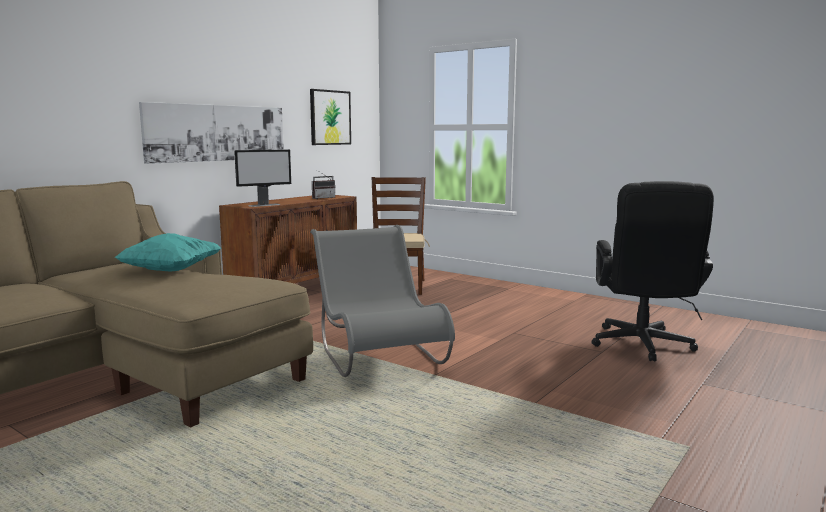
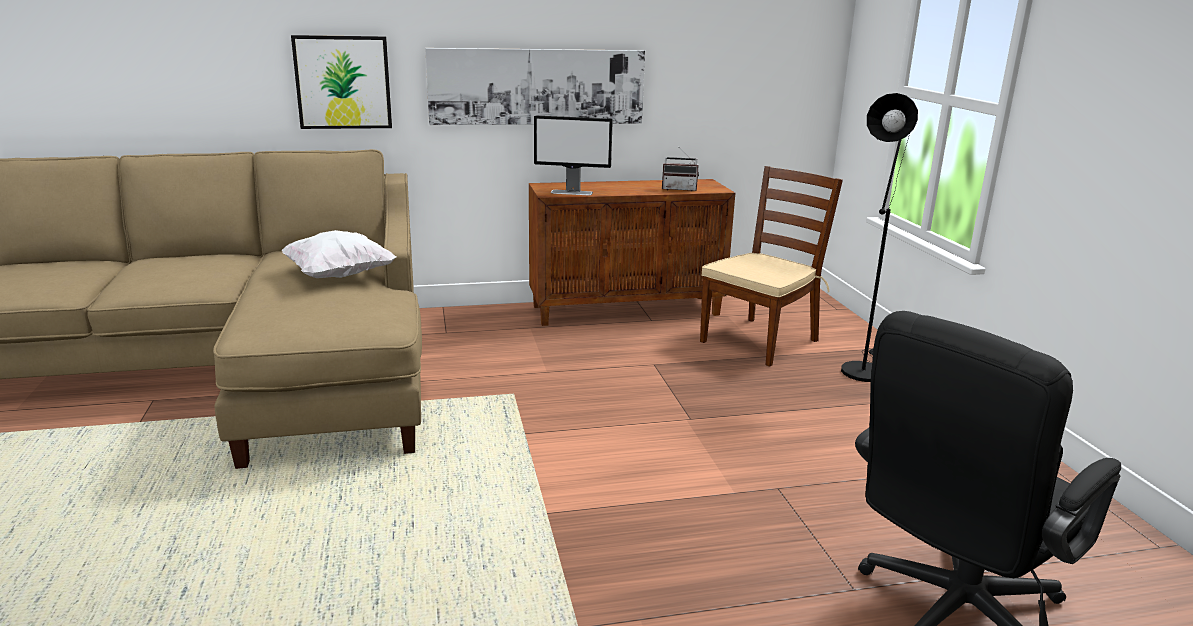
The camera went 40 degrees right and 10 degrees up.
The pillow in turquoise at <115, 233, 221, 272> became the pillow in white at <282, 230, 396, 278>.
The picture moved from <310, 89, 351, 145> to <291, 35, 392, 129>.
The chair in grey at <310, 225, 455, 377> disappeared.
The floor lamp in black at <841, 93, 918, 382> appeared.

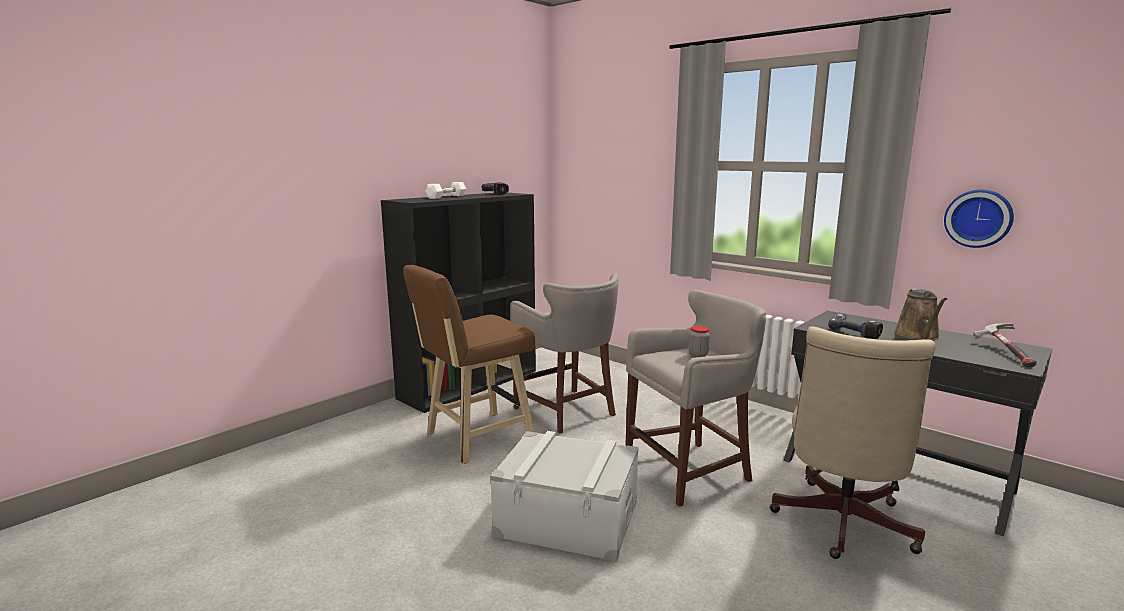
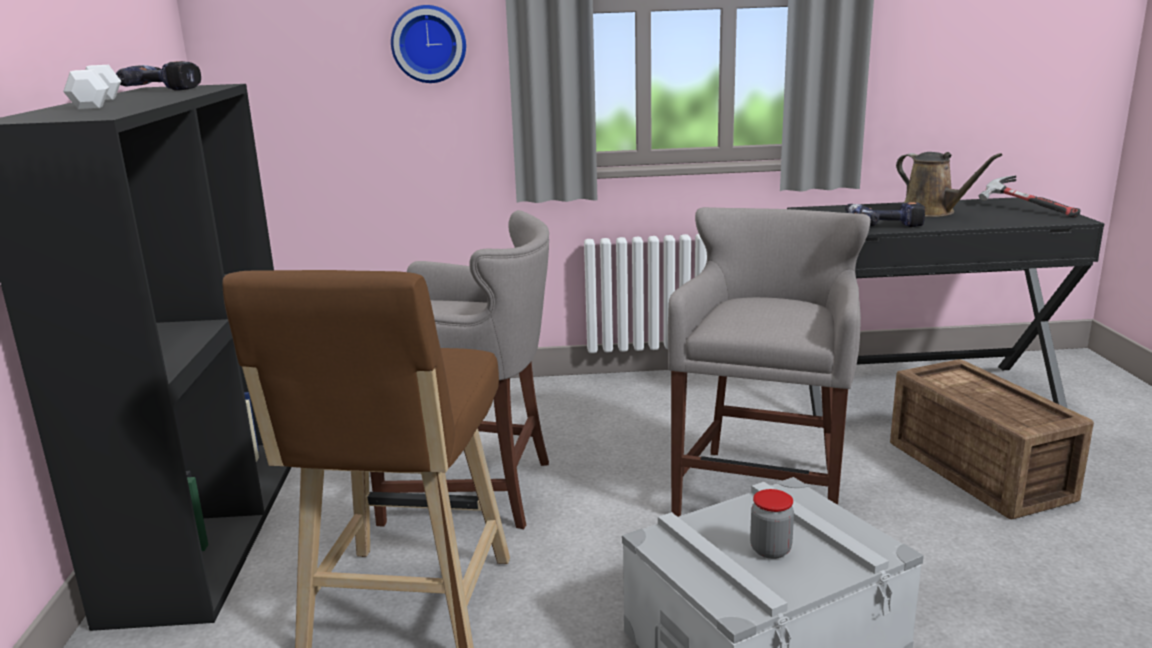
The camera went 45 degrees left and 5 degrees up.
The jar moved from <689, 326, 710, 357> to <750, 489, 794, 559>.
The office chair in beige at <770, 326, 936, 559> was replaced by the crate at <890, 359, 1094, 519>.
The wall clock moved from <944, 190, 1014, 248> to <391, 5, 466, 83>.

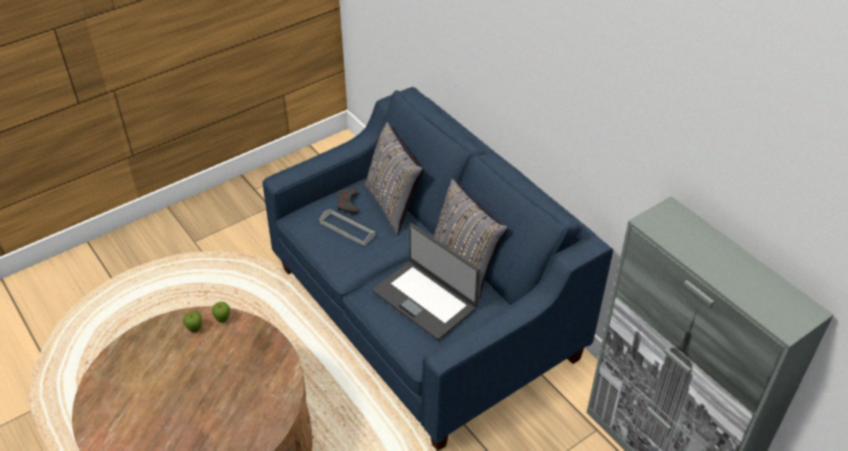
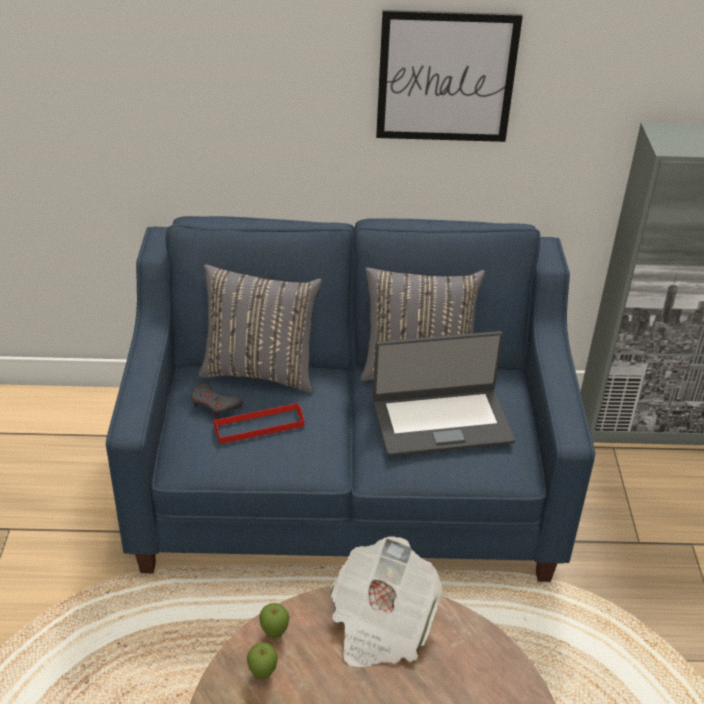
The camera went 55 degrees left and 5 degrees down.
The tray in grey at <319, 209, 376, 246> became the tray in red at <213, 403, 304, 444>.
The newspaper at <330, 536, 443, 667> appeared.
The picture at <376, 10, 523, 142> appeared.

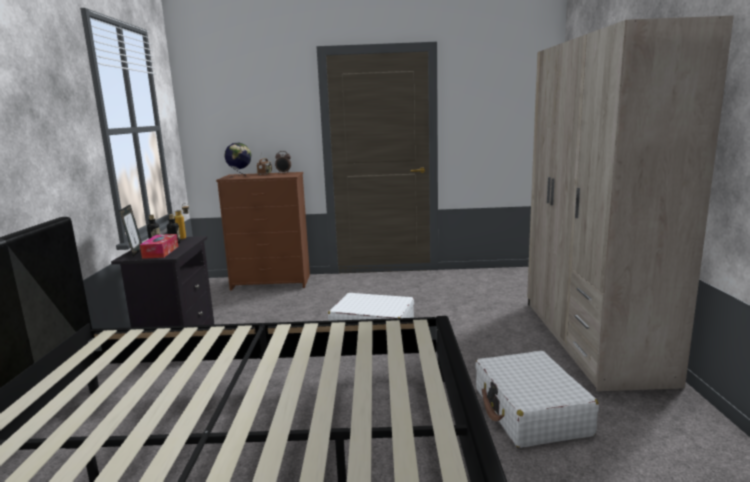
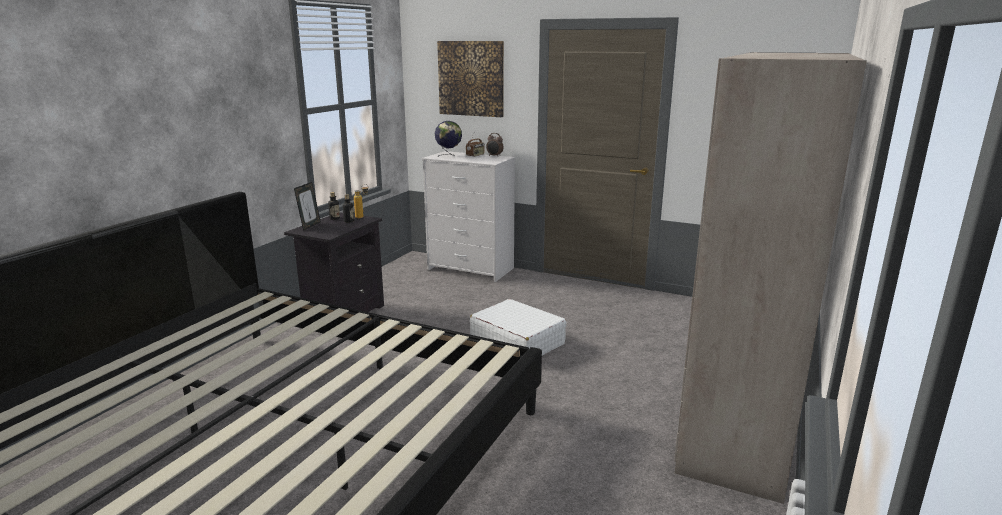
The camera went 25 degrees right and 5 degrees up.
The tissue box at <140, 234, 178, 259> disappeared.
The dresser in brown at <216, 172, 310, 291> became the dresser in white at <422, 151, 515, 282>.
The suitcase in white at <475, 351, 599, 448> disappeared.
The picture at <437, 41, 504, 117> appeared.

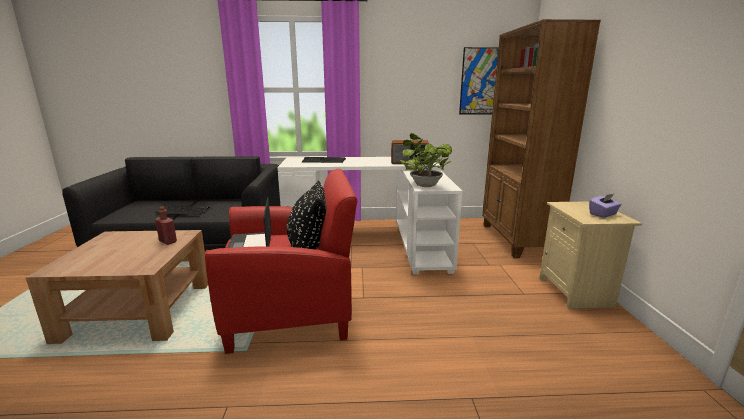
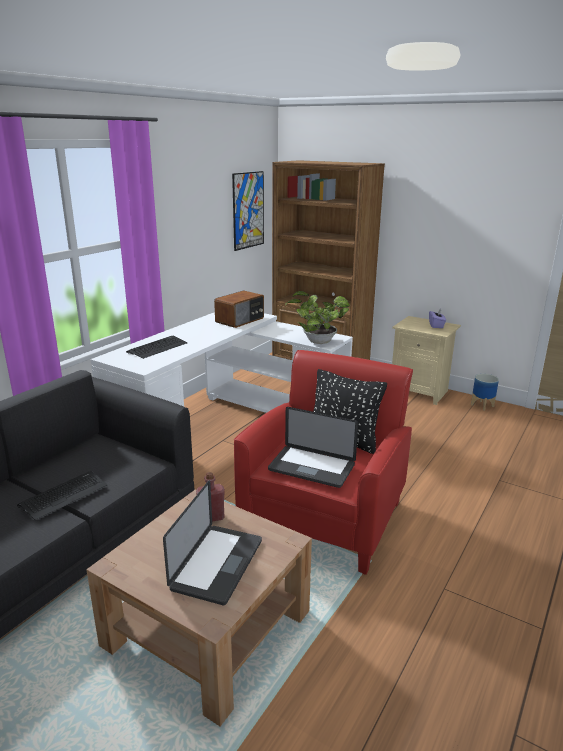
The camera went 55 degrees left and 5 degrees up.
The laptop at <163, 480, 262, 605> appeared.
The planter at <471, 374, 499, 411> appeared.

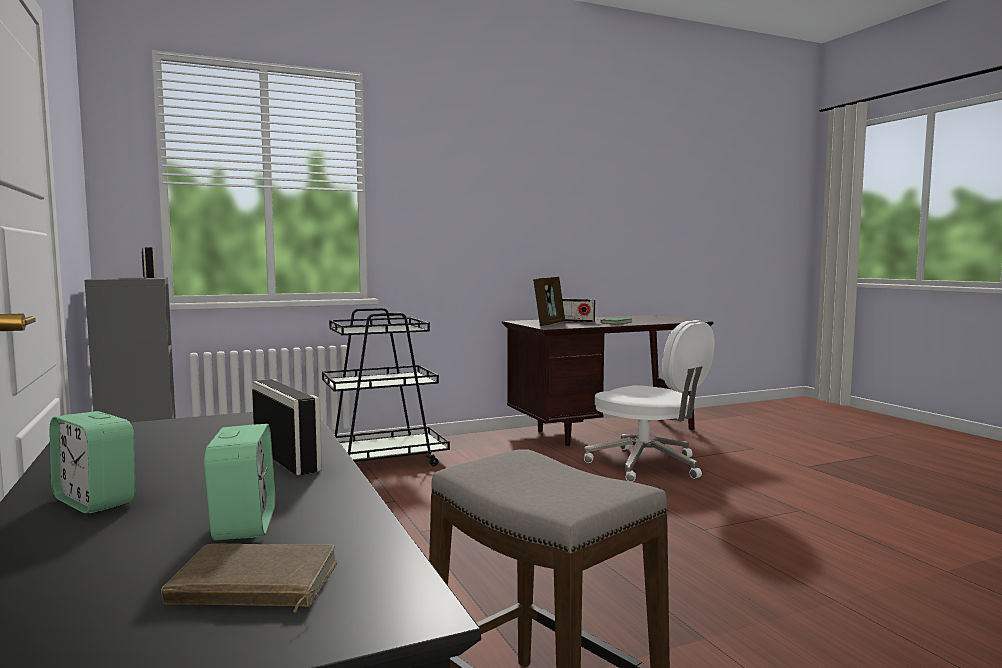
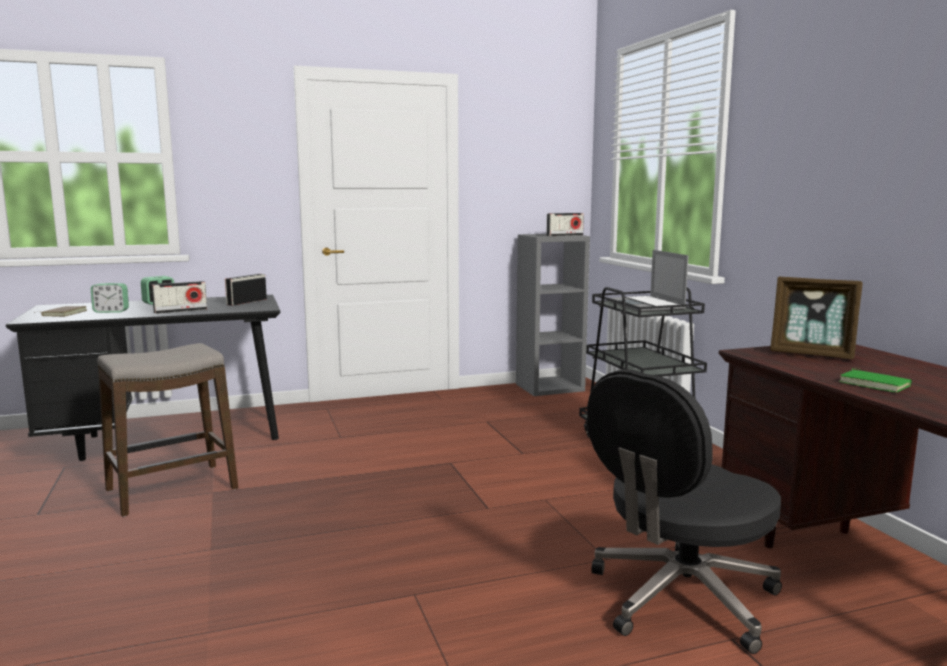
The camera went 95 degrees right and 5 degrees up.
The radio moved from <562, 299, 595, 323> to <225, 274, 267, 306>.
The office chair in white at <584, 320, 715, 482> became the office chair in black at <587, 369, 782, 654>.
The laptop at <610, 250, 688, 312> appeared.

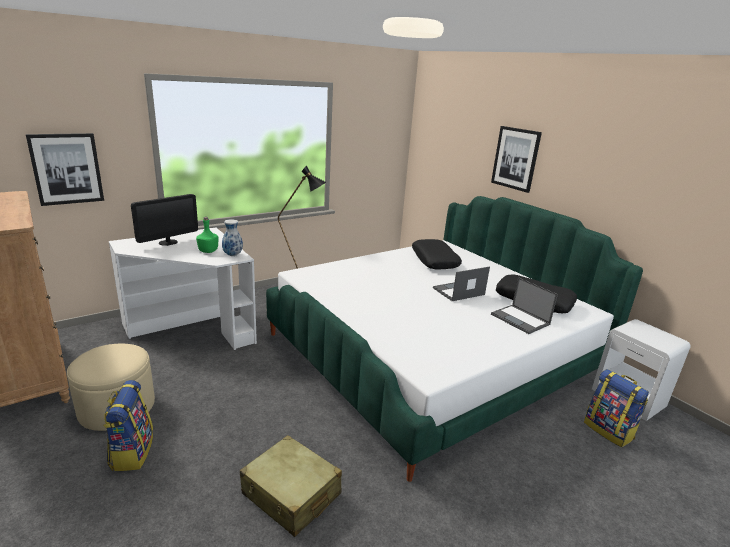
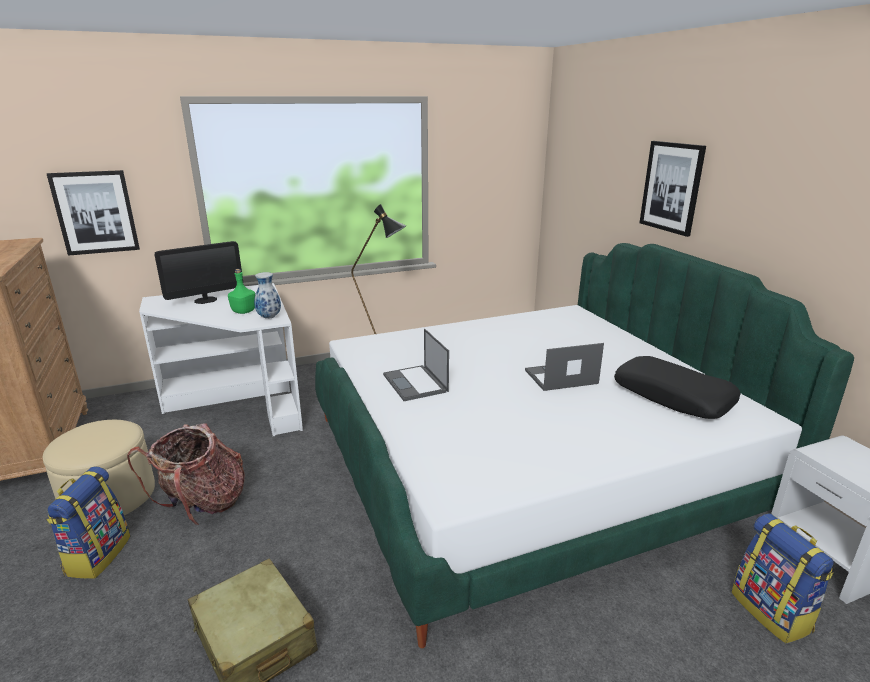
The camera went 15 degrees right and 0 degrees up.
The pillow in black at <412, 239, 462, 270> disappeared.
The laptop moved from <491, 277, 558, 334> to <383, 329, 449, 401>.
The backpack at <127, 423, 244, 525> appeared.

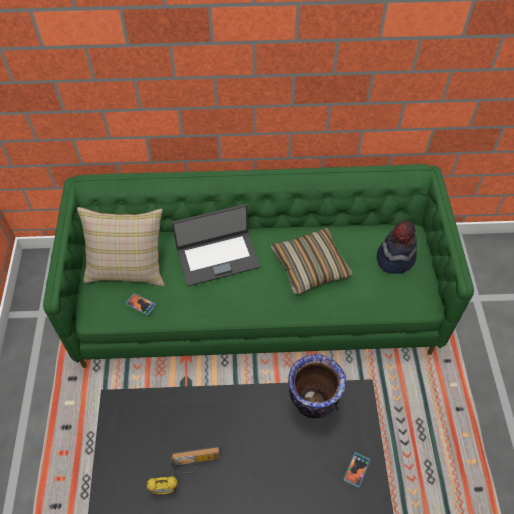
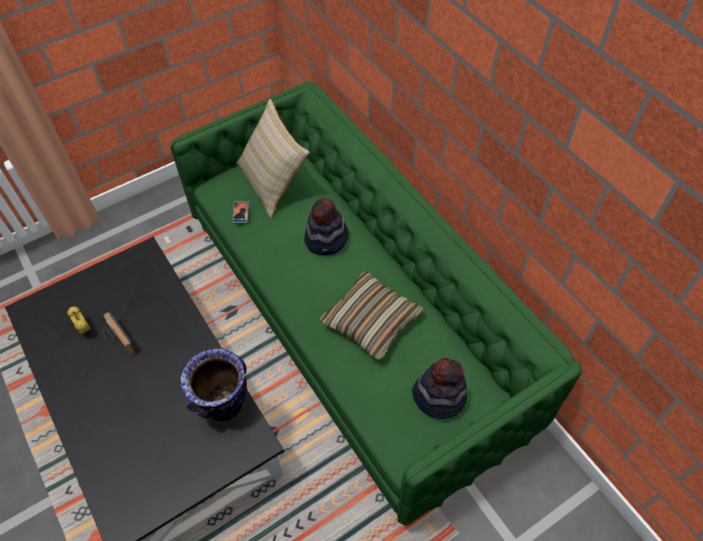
The camera went 60 degrees right and 0 degrees up.
The laptop at <172, 204, 260, 286> was replaced by the hat at <304, 198, 348, 255>.
The phone at <344, 452, 370, 488> disappeared.

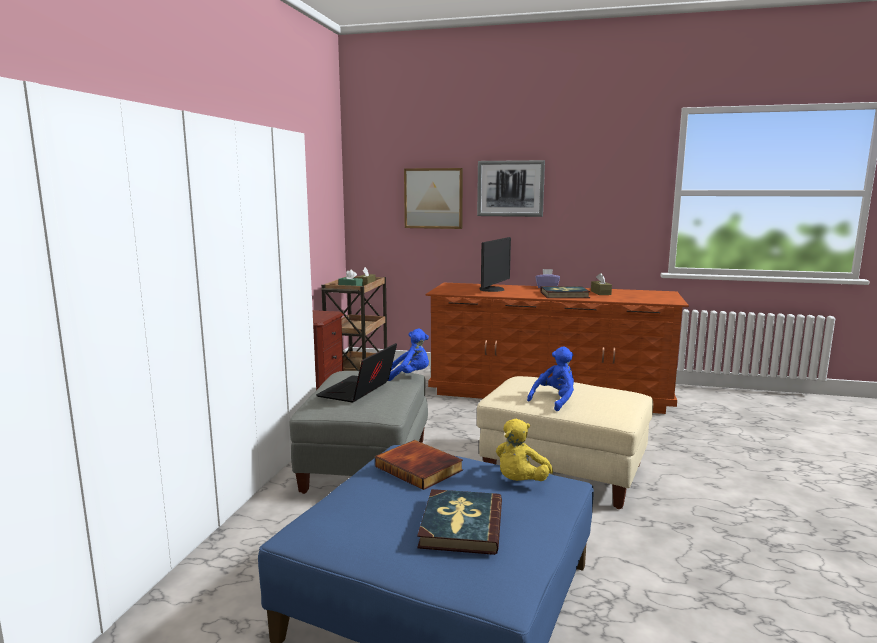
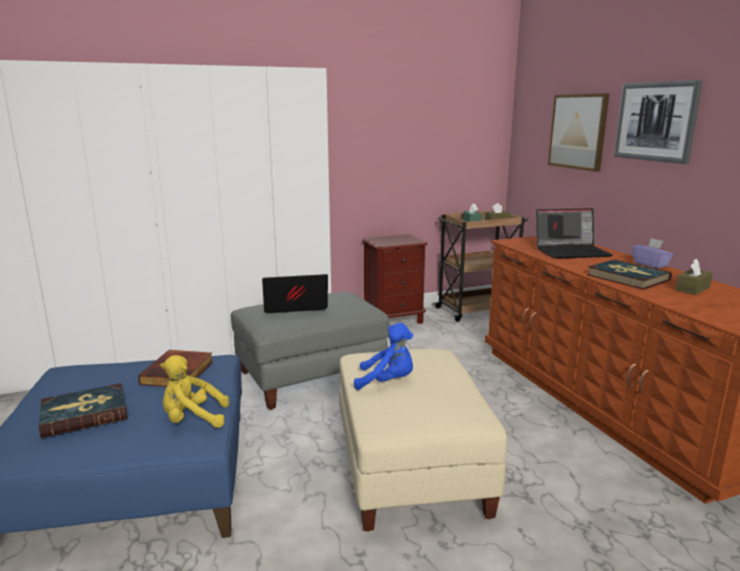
The camera went 55 degrees right and 5 degrees up.
The plush toy in blue at <388, 329, 429, 381> disappeared.
The monitor at <480, 237, 511, 292> was replaced by the laptop at <536, 208, 613, 259>.

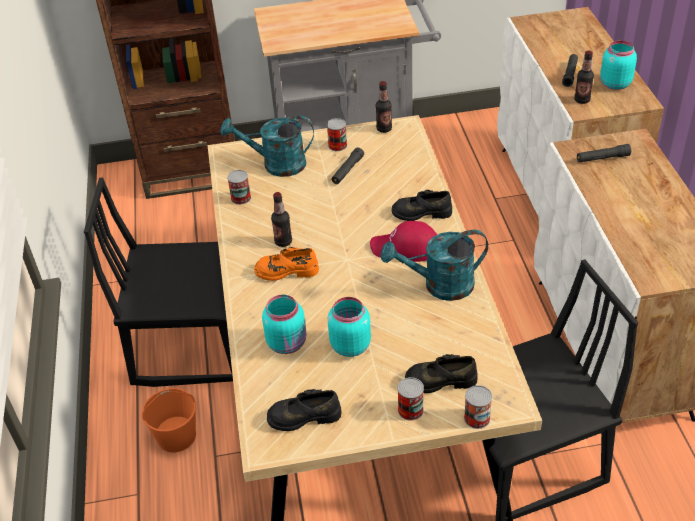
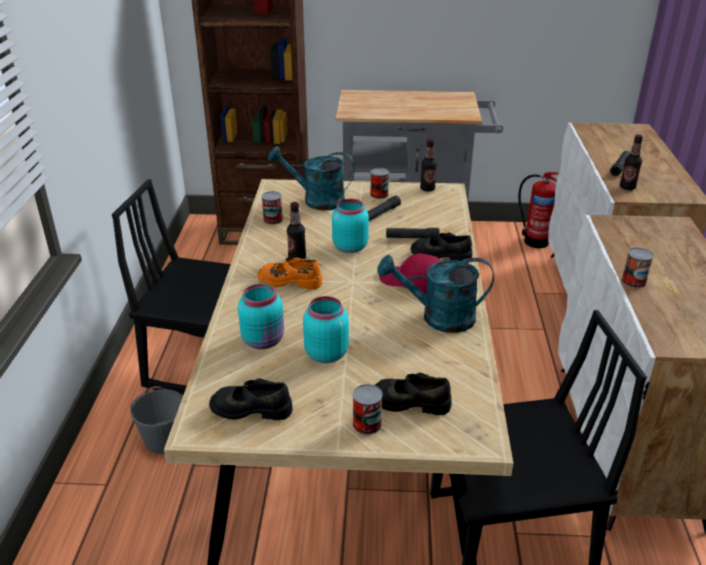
The camera went 10 degrees right and 10 degrees down.
The bucket in orange at <142, 388, 196, 452> became the bucket in grey at <130, 386, 183, 454>.
The can moved from <464, 385, 492, 429> to <622, 247, 654, 288>.
The flashlight in black moved from <577, 144, 631, 163> to <386, 228, 439, 238>.
The jar in turquoise moved from <600, 40, 637, 90> to <332, 199, 369, 253>.
The fire extinguisher at <518, 172, 559, 248> appeared.

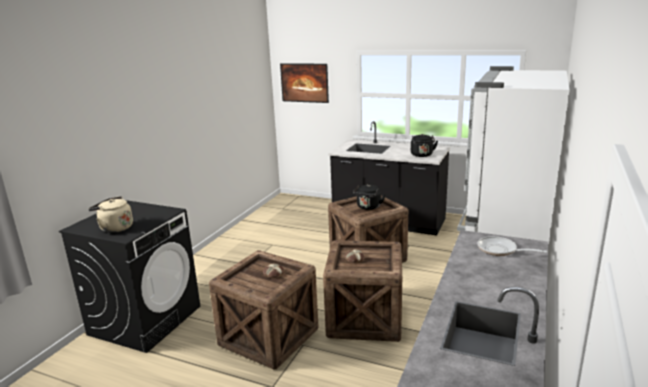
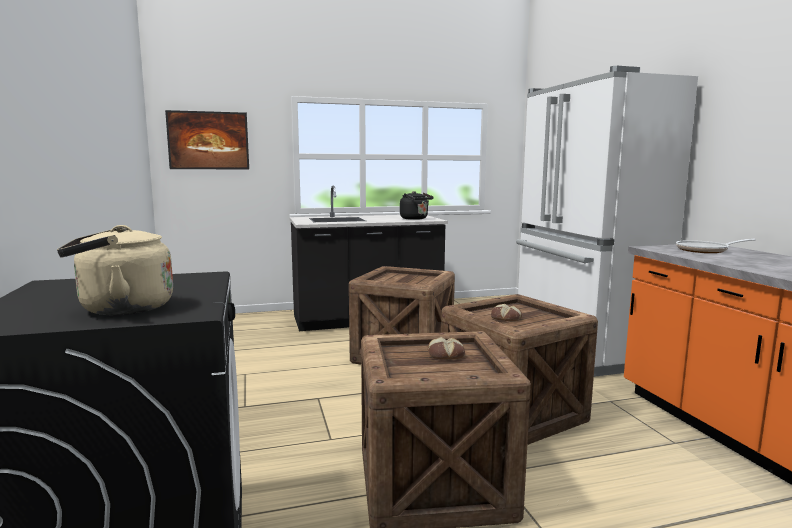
The camera went 40 degrees left and 10 degrees down.
The kettle in black at <353, 184, 385, 210> disappeared.

